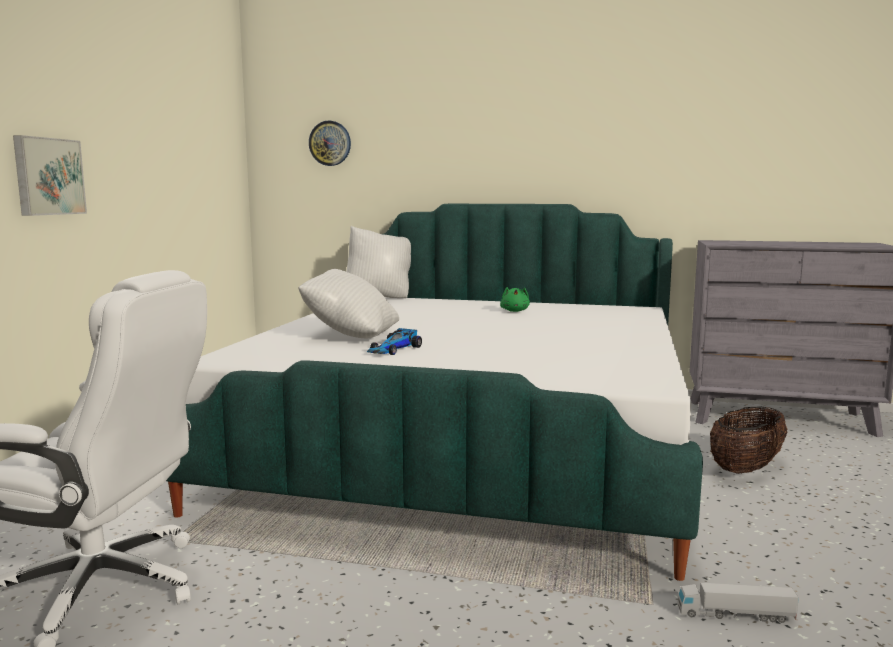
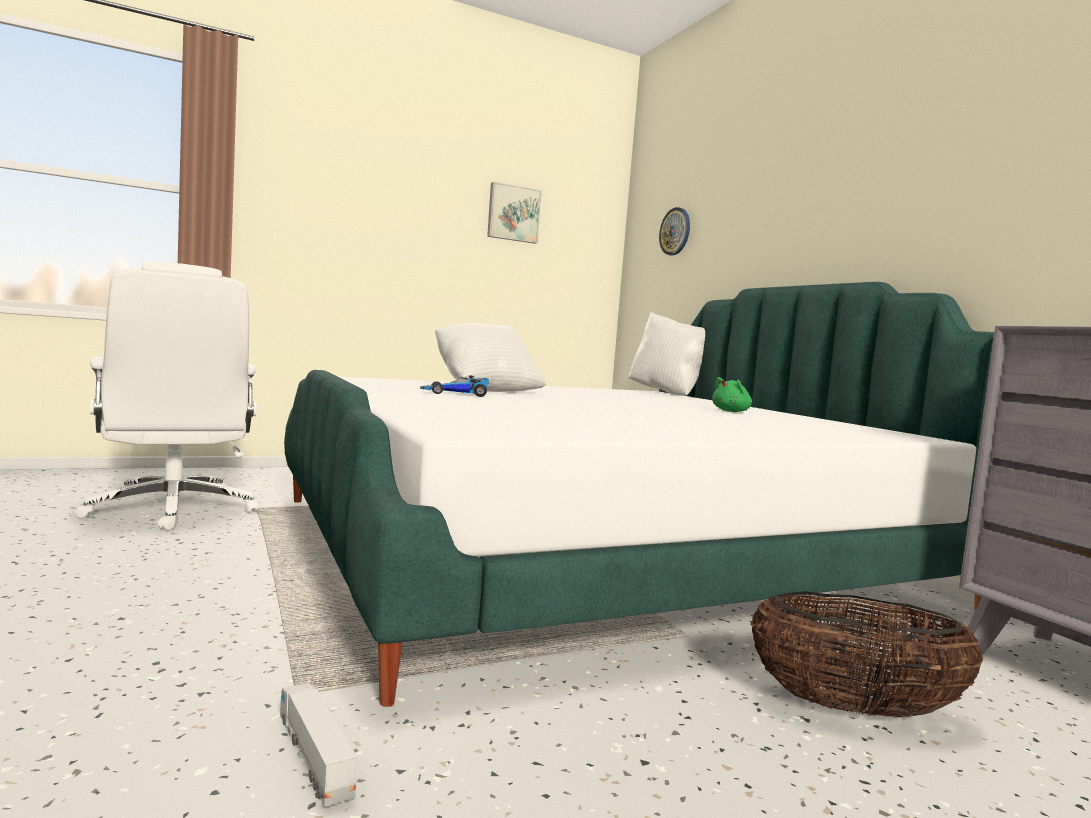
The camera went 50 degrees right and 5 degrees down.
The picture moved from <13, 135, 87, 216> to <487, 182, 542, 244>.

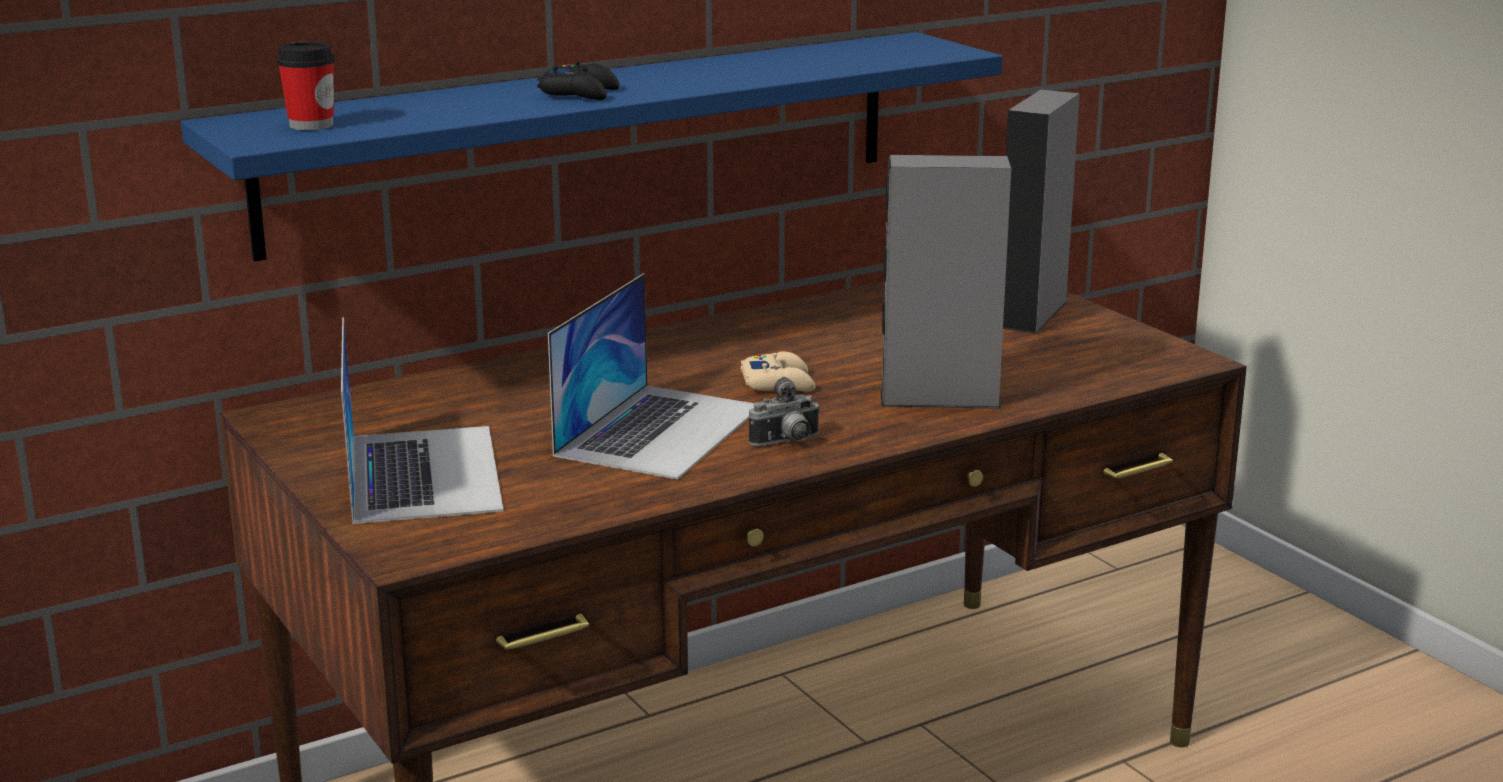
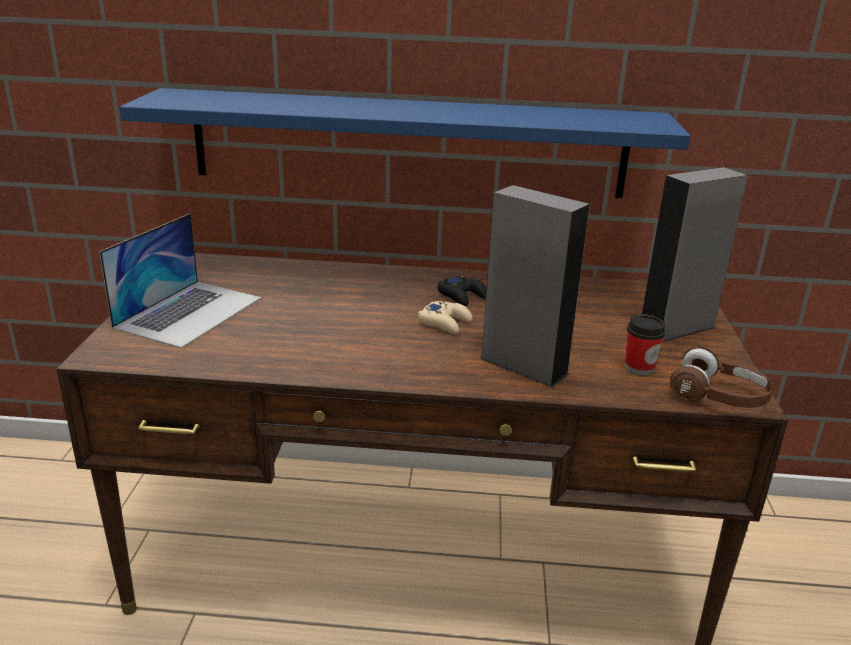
The camera went 35 degrees right and 5 degrees up.
The cup moved from <277, 41, 335, 130> to <625, 315, 666, 376>.
The game controller in black moved from <537, 61, 620, 100> to <437, 276, 487, 306>.
The laptop at <548, 273, 754, 480> disappeared.
The photo camera at <749, 377, 821, 447> disappeared.
The headphones in brown at <670, 346, 773, 408> appeared.

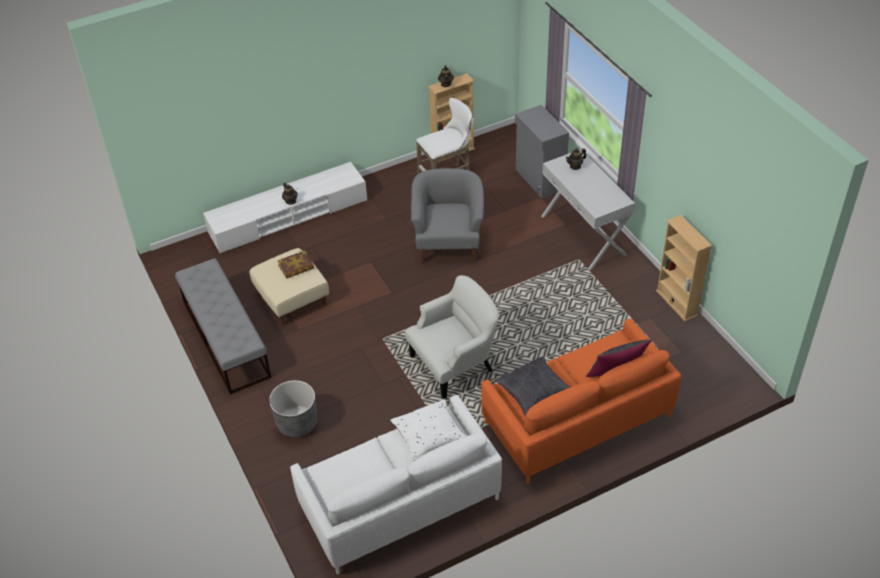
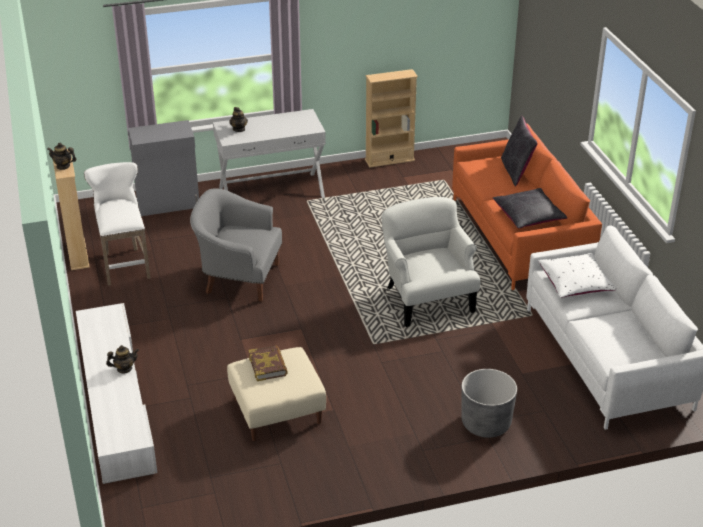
The camera went 80 degrees left and 10 degrees down.
The bench in grey at <175, 258, 271, 394> disappeared.

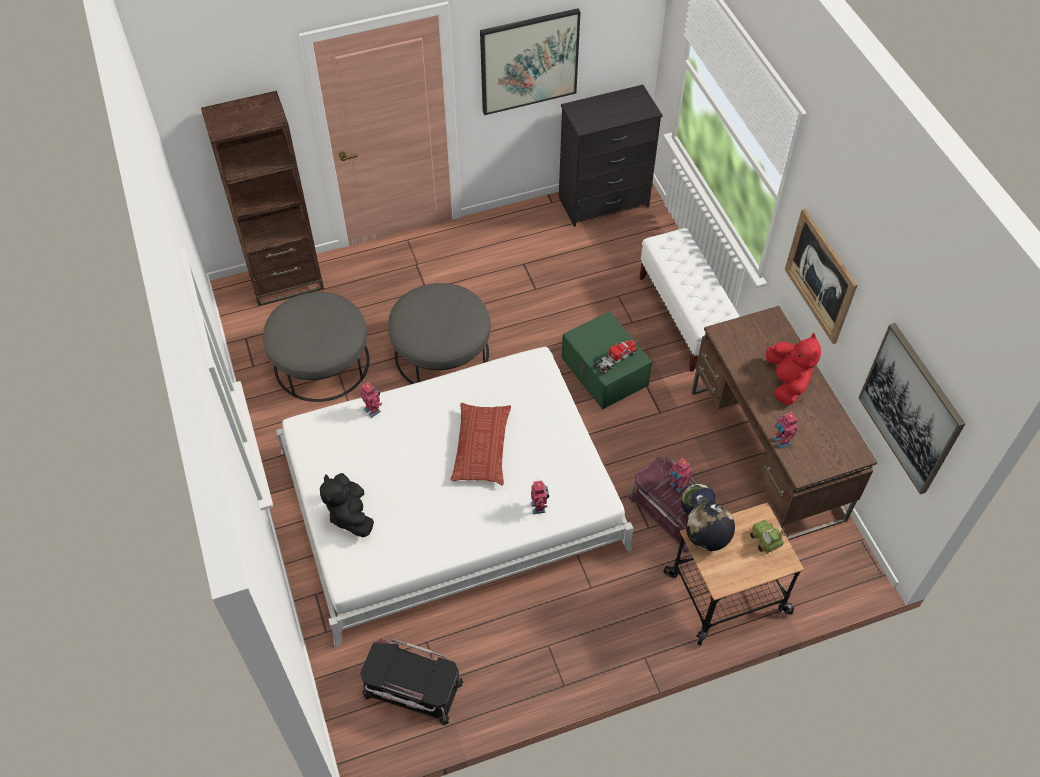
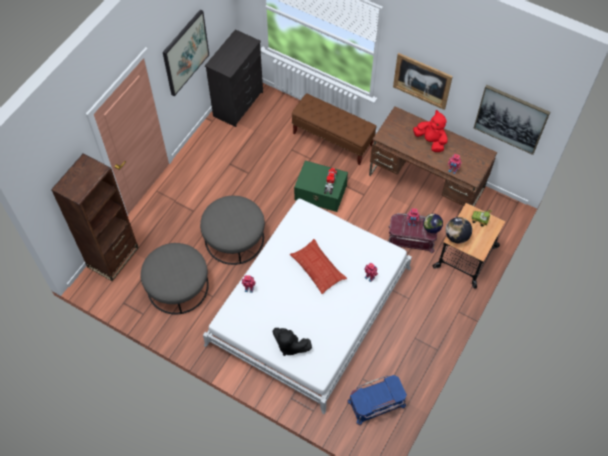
The camera went 40 degrees left and 5 degrees up.
The storage box in black at <360, 639, 464, 726> became the storage box in blue at <347, 375, 407, 426>.
The bench in white at <639, 228, 740, 372> became the bench in brown at <292, 93, 377, 165>.

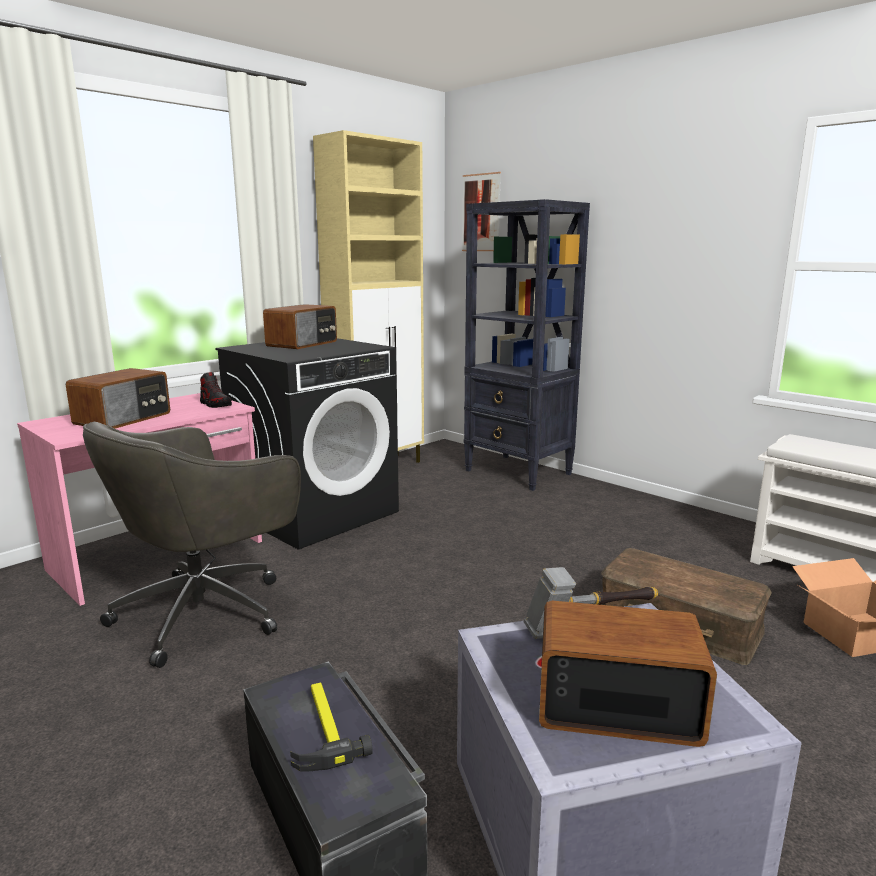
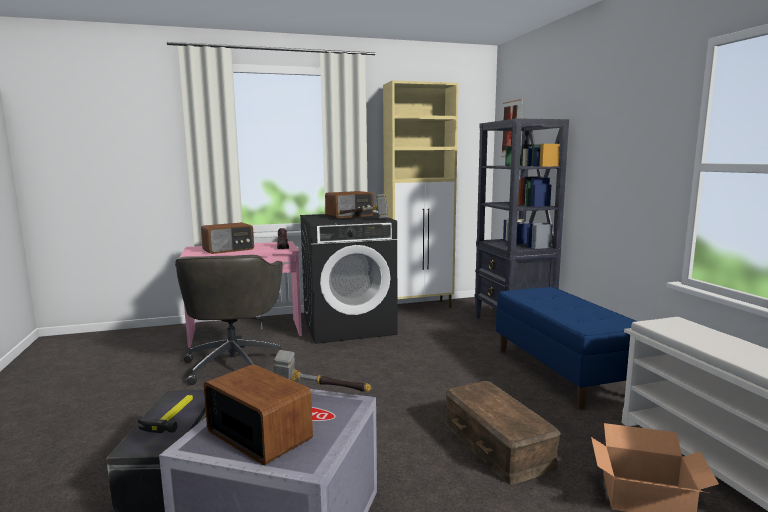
The camera went 30 degrees right and 5 degrees down.
The office chair in grey at <83, 422, 301, 668> turned 75 degrees counterclockwise.
The hammer at <337, 194, 388, 220> appeared.
The bench in blue at <496, 287, 636, 409> appeared.

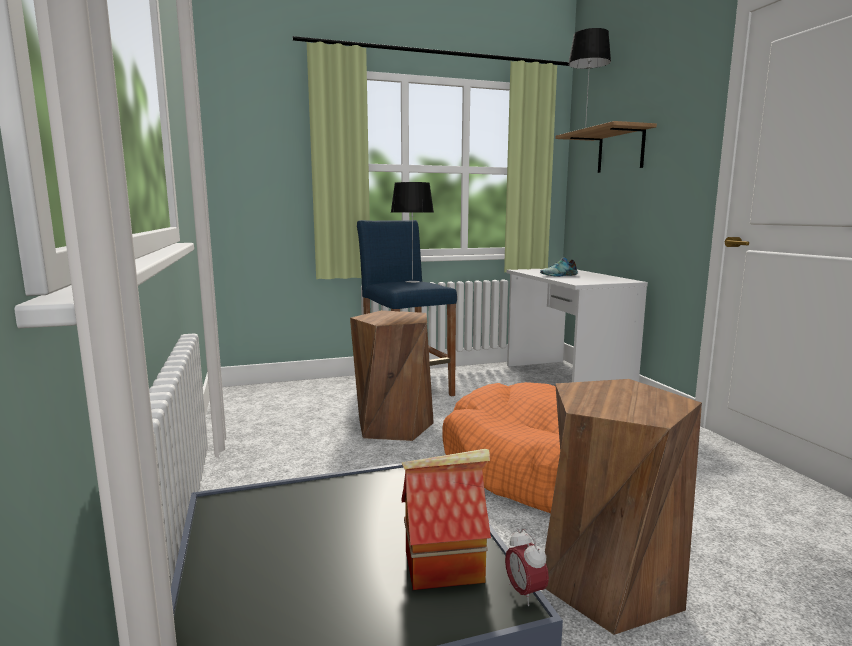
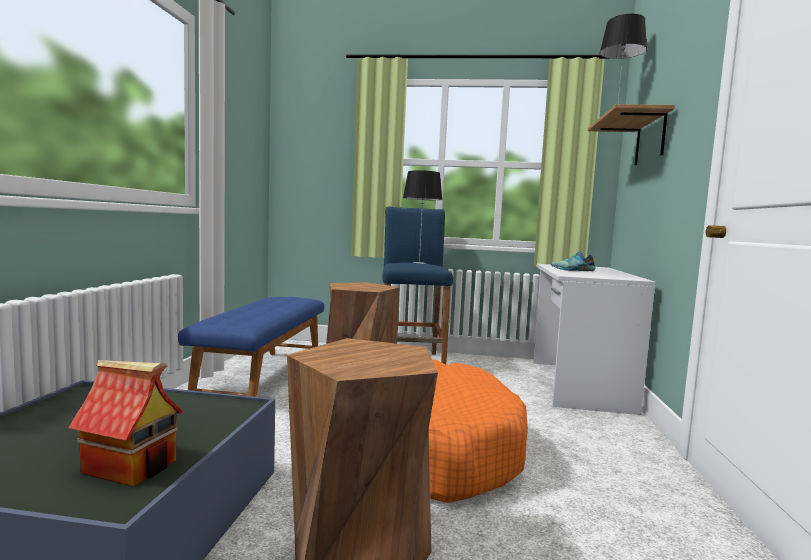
The camera went 25 degrees right and 5 degrees down.
The alarm clock at <505, 528, 549, 606> disappeared.
The bench in blue at <178, 297, 324, 397> appeared.

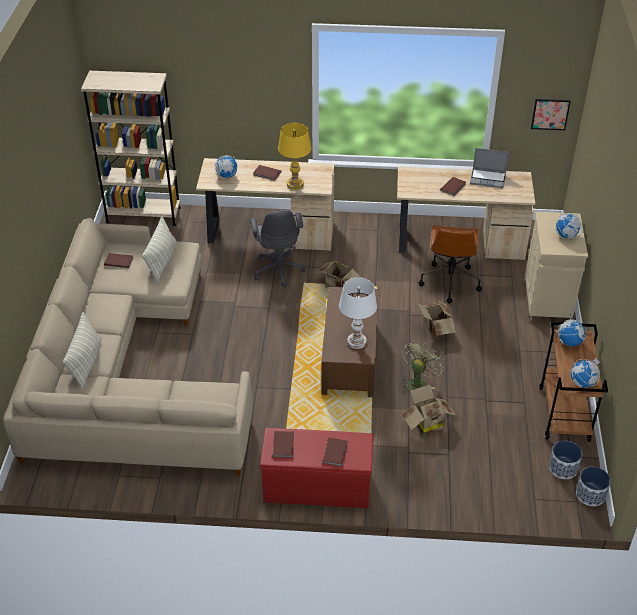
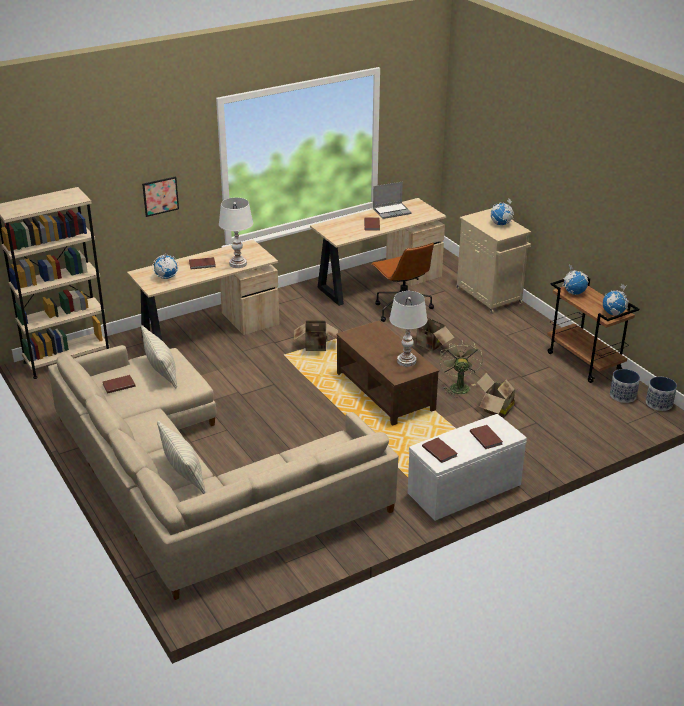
The camera went 35 degrees left and 10 degrees down.
The office chair in grey at <250, 210, 305, 287> disappeared.
The bench in red at <260, 428, 373, 508> became the bench in white at <407, 414, 527, 521>.
The table lamp in yellow at <278, 123, 312, 190> became the table lamp in white at <219, 197, 253, 268>.
The picture moved from <531, 99, 571, 130> to <142, 176, 179, 217>.

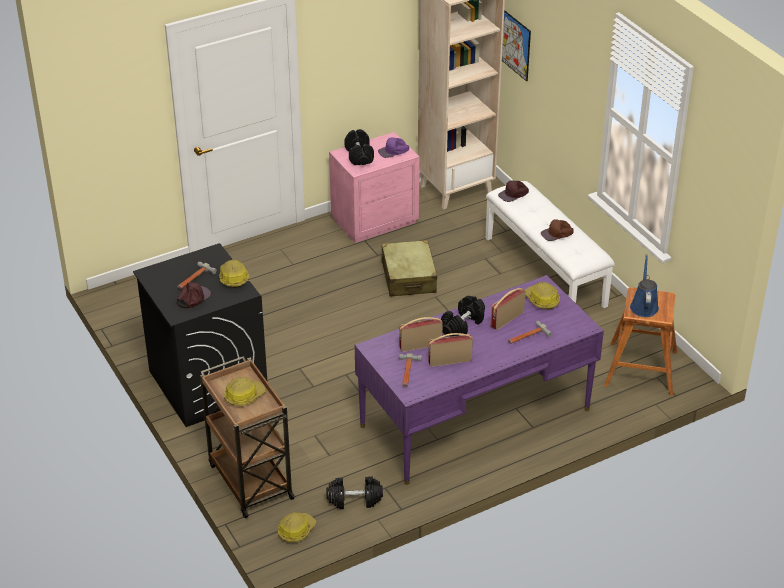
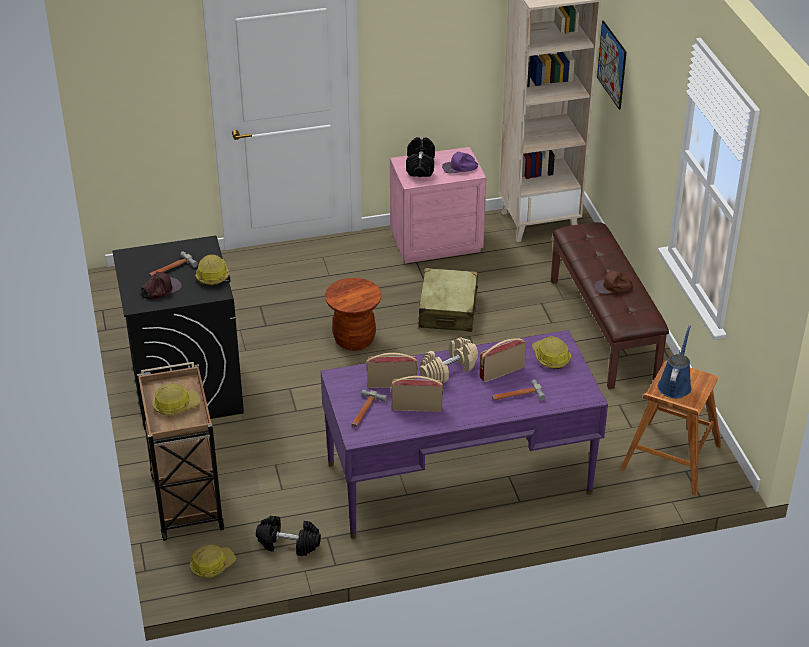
The camera went 15 degrees right and 0 degrees up.
The dumbbell in black at <441, 296, 485, 337> became the dumbbell in beige at <419, 337, 478, 383>.
The bench in white at <485, 181, 615, 308> became the bench in brown at <551, 222, 669, 389>.
The cap in brown at <498, 181, 529, 202> disappeared.
The stool in brown at <325, 278, 382, 351> appeared.

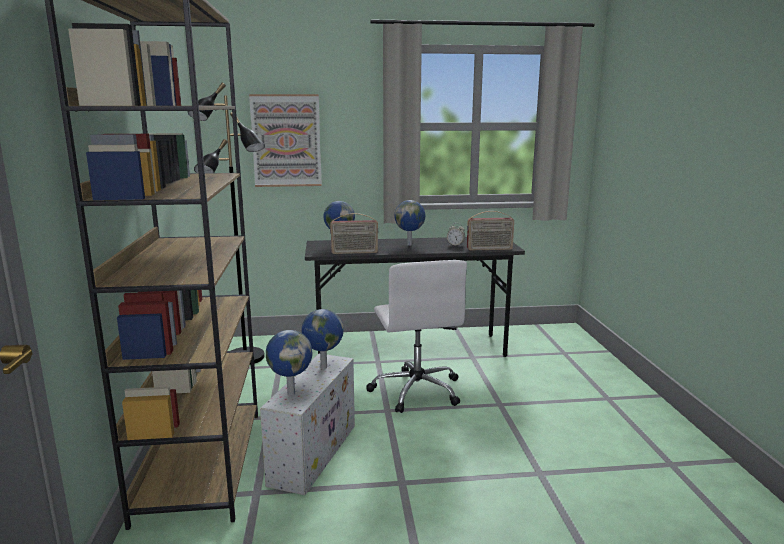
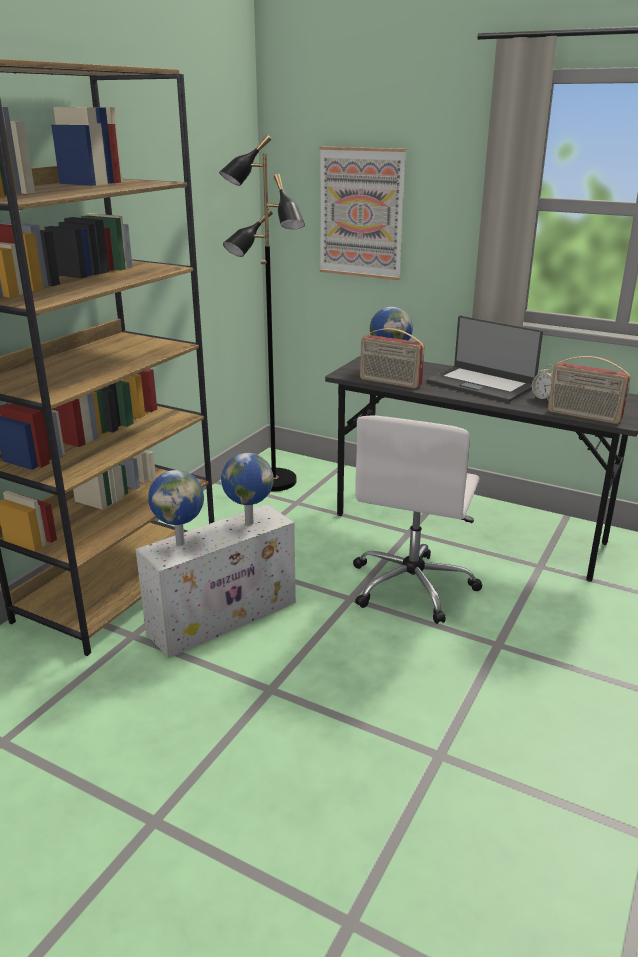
The camera went 35 degrees right and 10 degrees up.
The globe at <394, 200, 425, 246> was replaced by the laptop at <427, 316, 543, 402>.

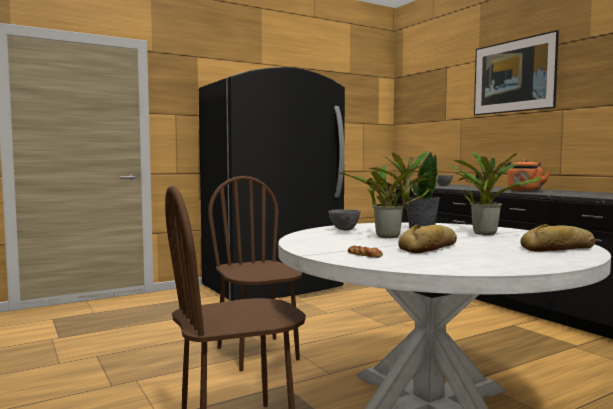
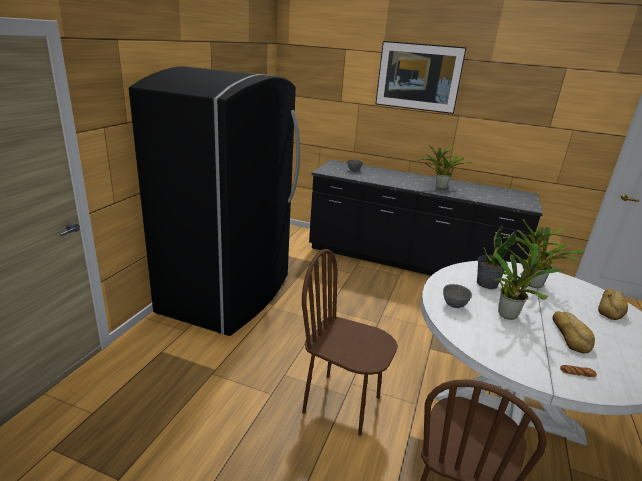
The camera went 40 degrees left and 20 degrees up.
The kettle in orange at <504, 159, 550, 191> was replaced by the potted plant at <418, 146, 472, 189>.

